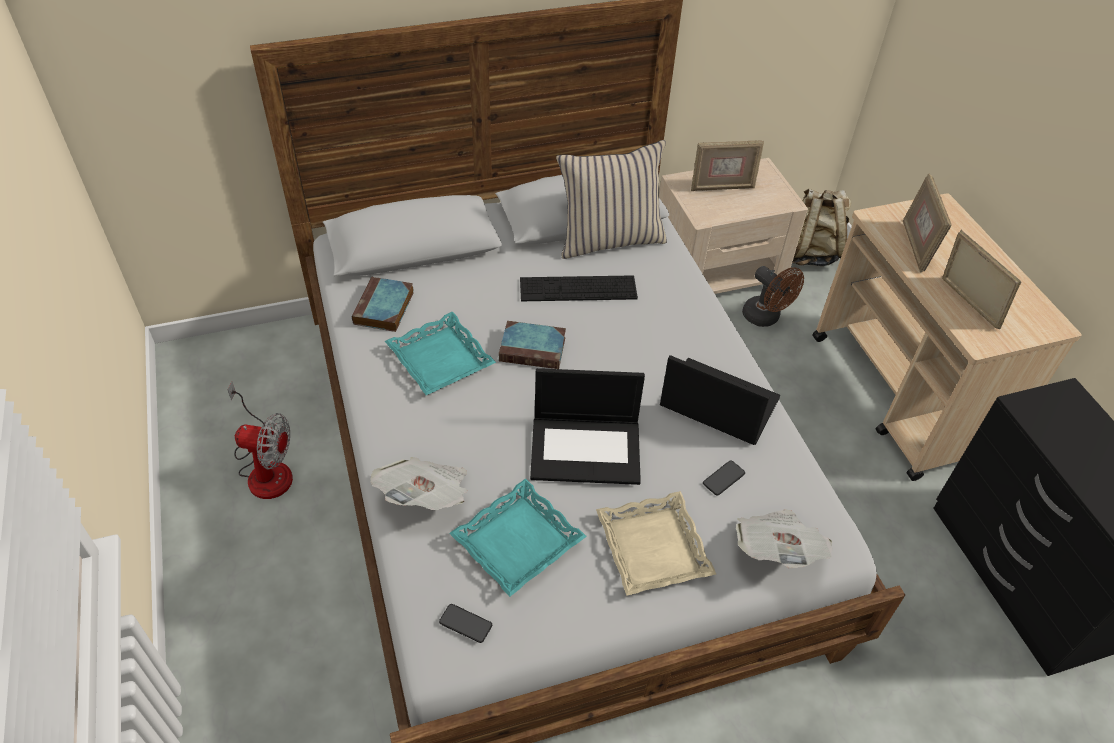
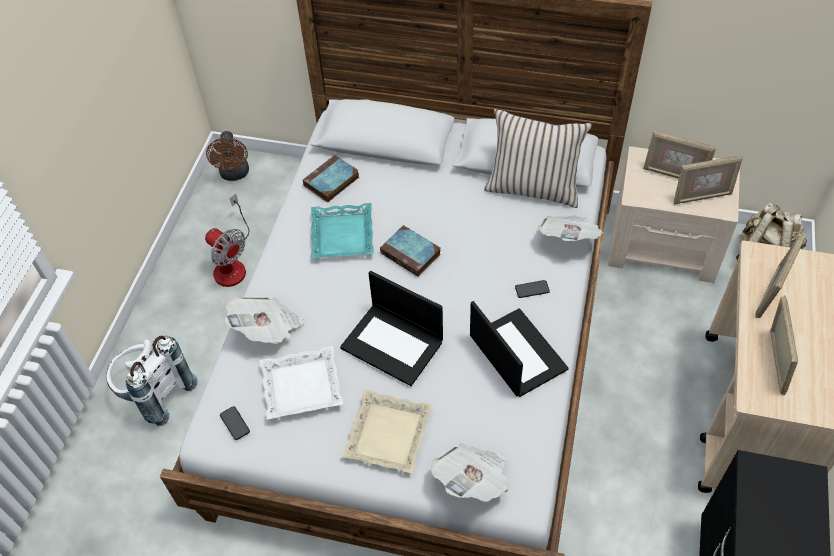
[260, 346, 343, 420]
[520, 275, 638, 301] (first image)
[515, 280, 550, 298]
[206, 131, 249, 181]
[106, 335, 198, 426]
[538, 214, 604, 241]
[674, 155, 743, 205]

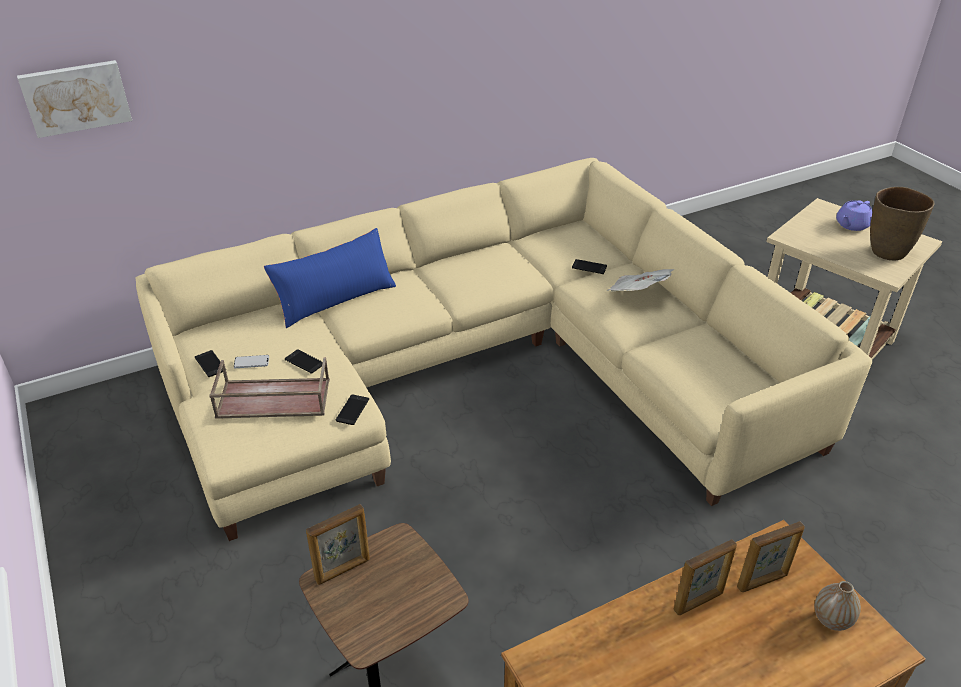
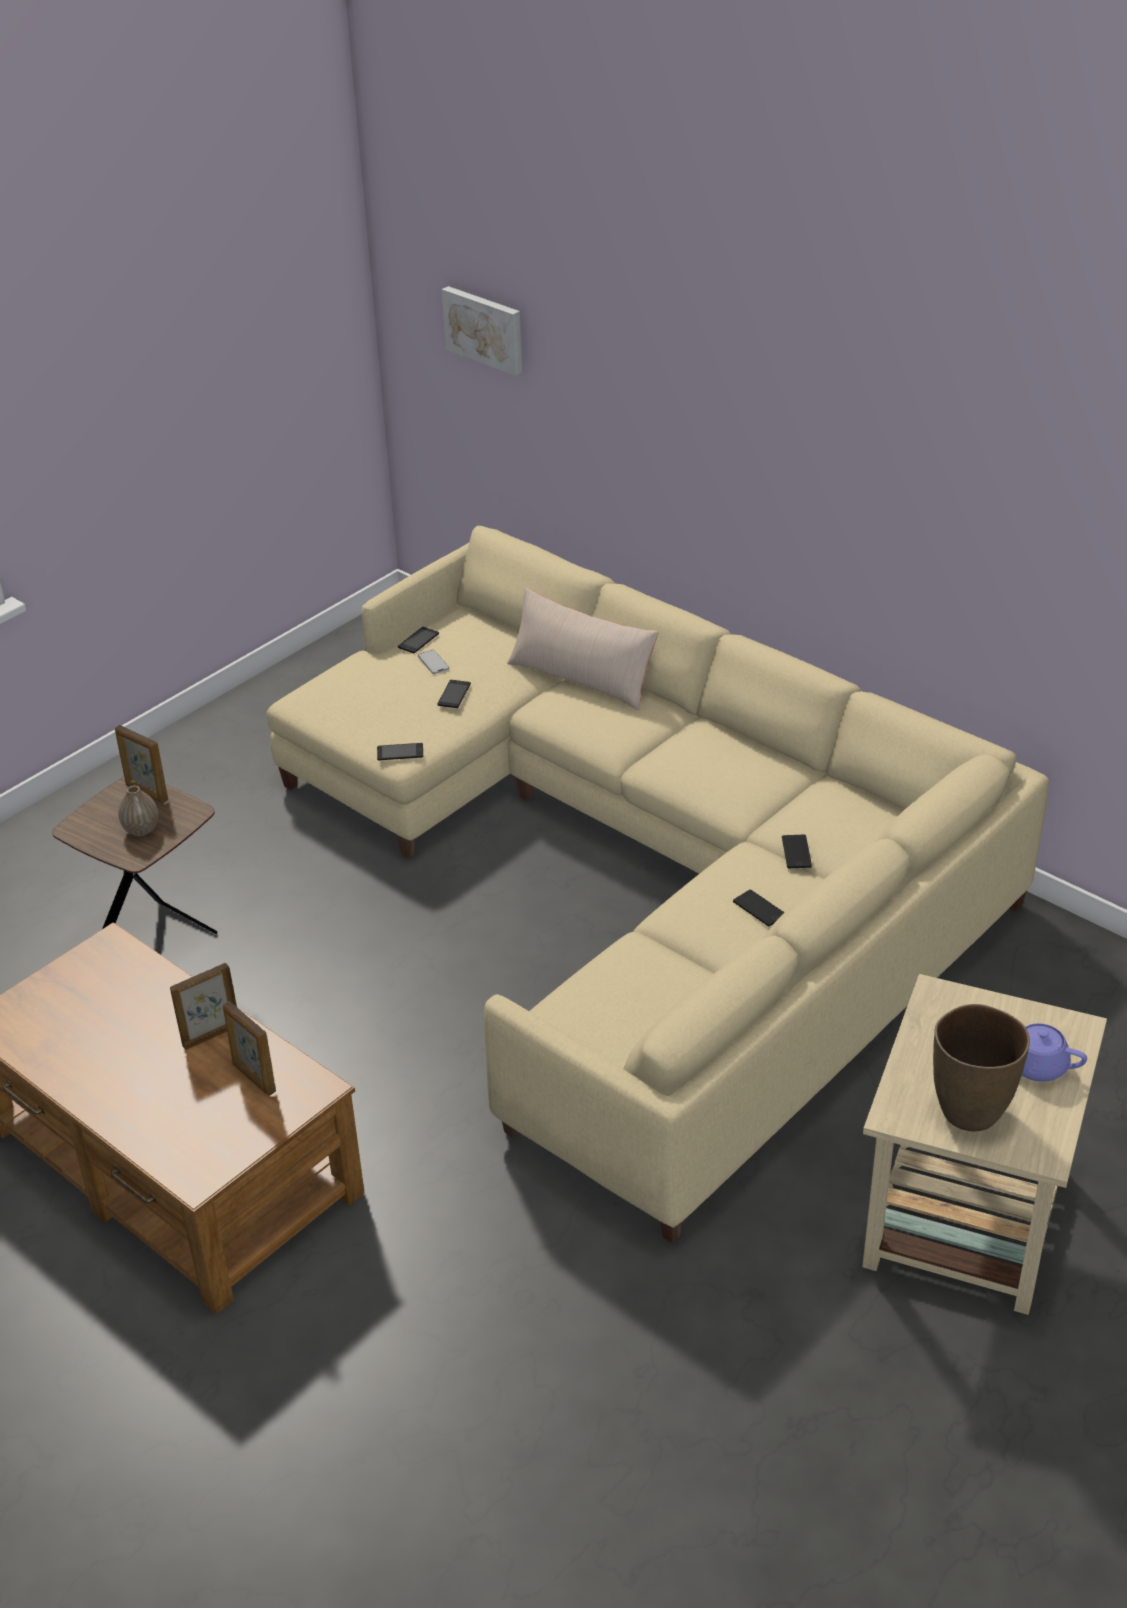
[209, 357, 330, 419] (first image)
[508, 588, 659, 710]
[733, 890, 785, 927]
[170, 963, 237, 1050]
[118, 786, 158, 836]

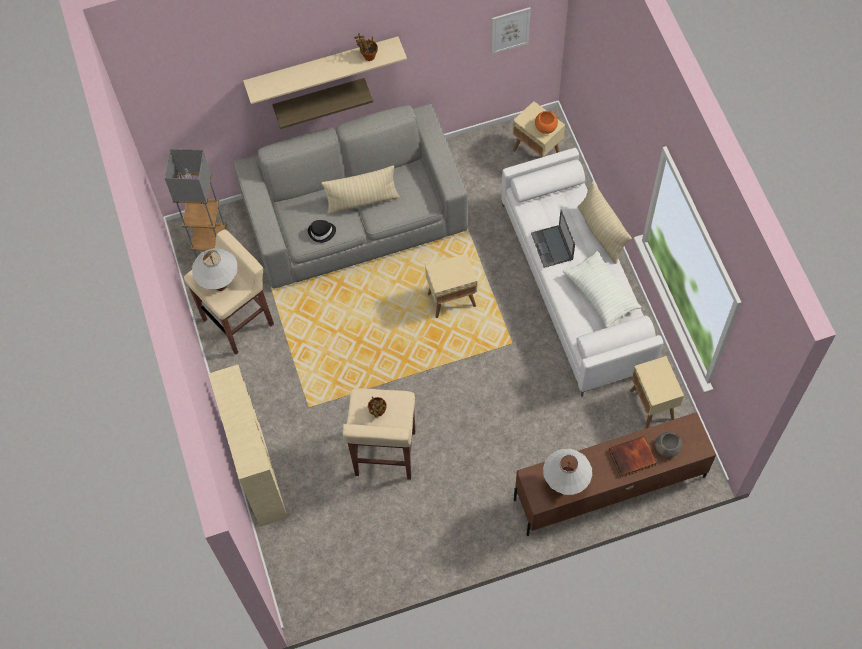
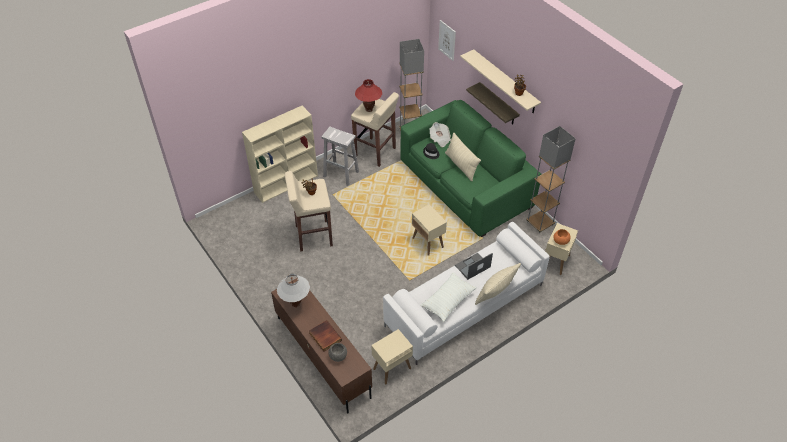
[355, 79, 382, 112]
[400, 100, 541, 237]
[438, 20, 456, 61]
[321, 127, 359, 186]
[429, 122, 451, 147]
[526, 126, 576, 233]

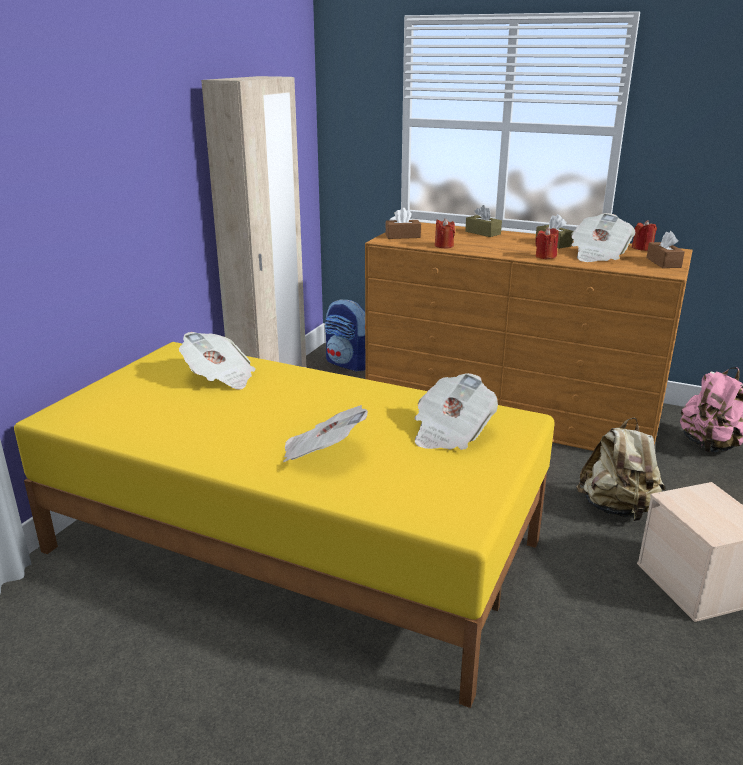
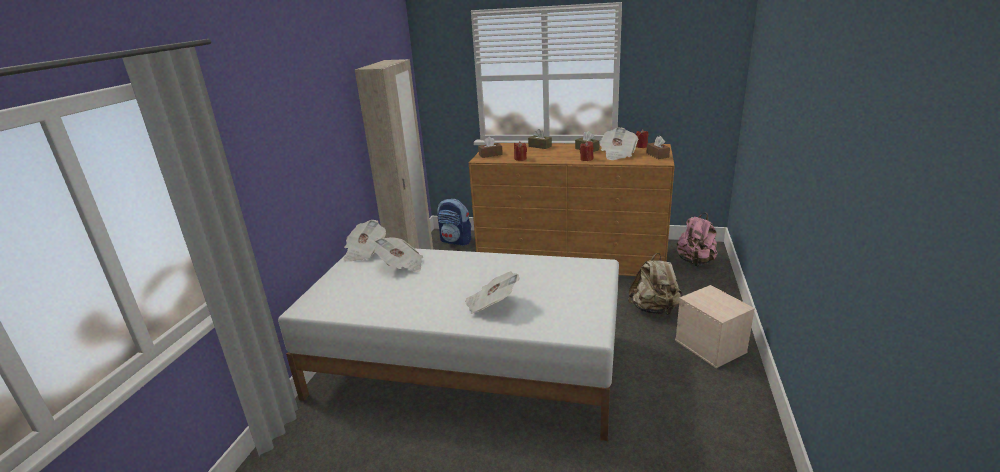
[278, 249, 619, 441]
[344, 220, 386, 262]

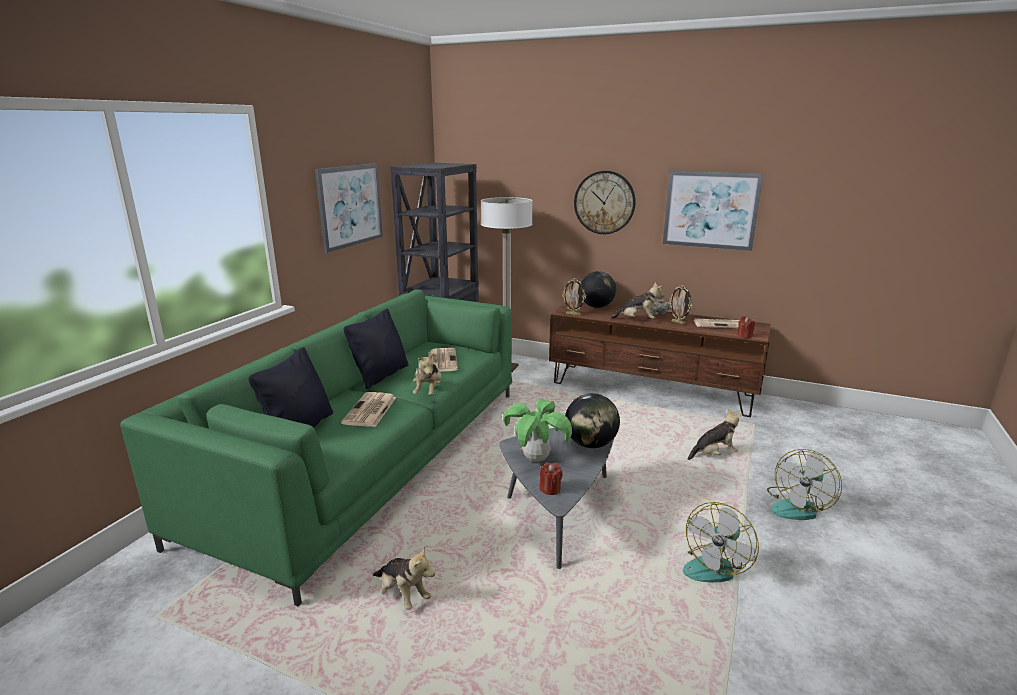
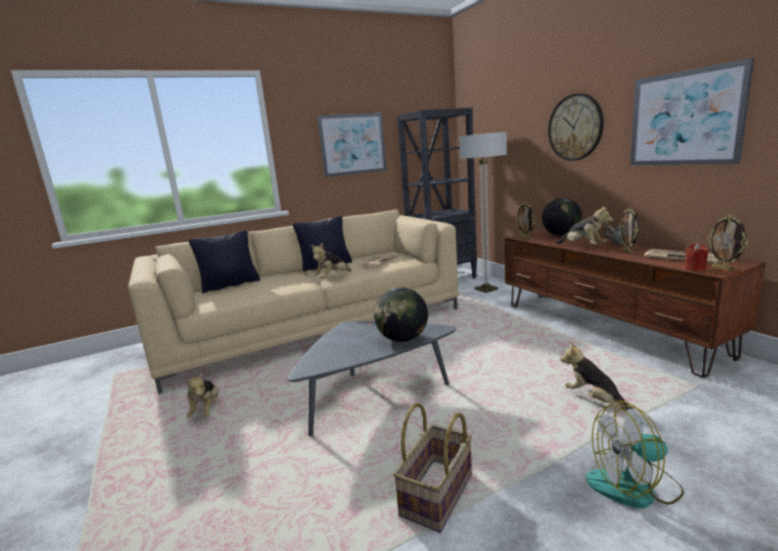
[128, 209, 459, 394]
[341, 392, 396, 427] (first image)
[503, 399, 572, 462] (first image)
[539, 463, 563, 495] (first image)
[393, 403, 472, 533]
[560, 342, 635, 411]
[708, 215, 748, 271]

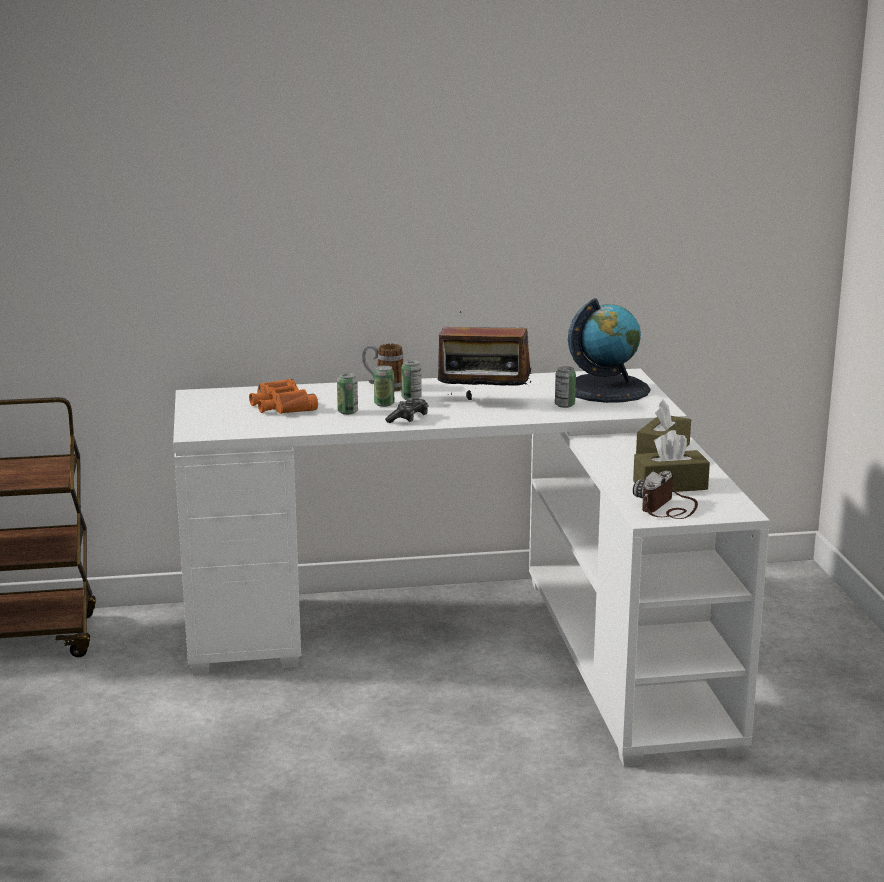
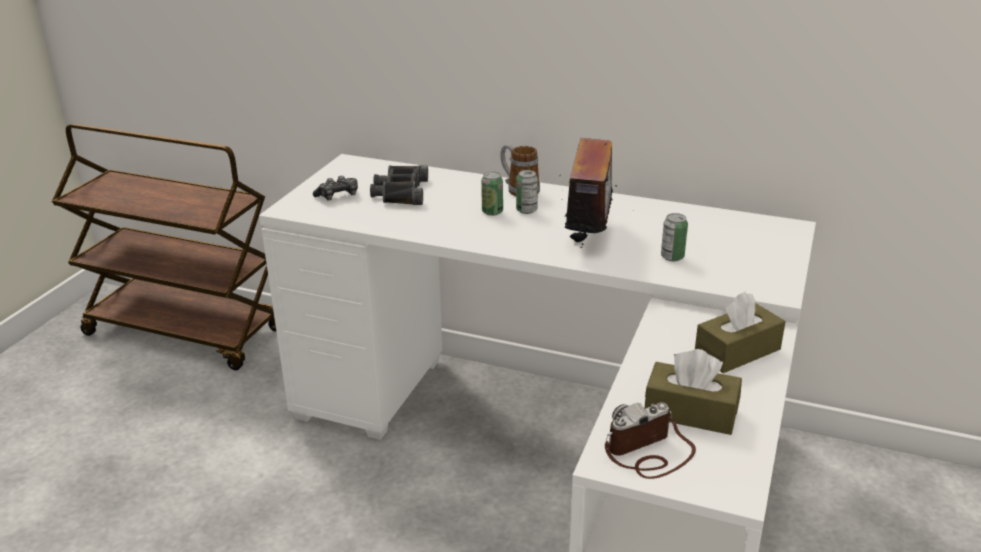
[370, 165, 428, 205]
[337, 373, 358, 415] (first image)
[313, 176, 358, 200]
[559, 138, 634, 248]
[568, 298, 650, 403] (first image)

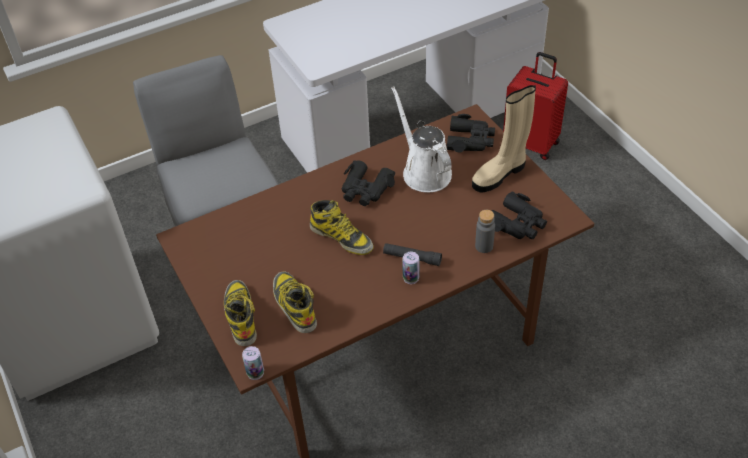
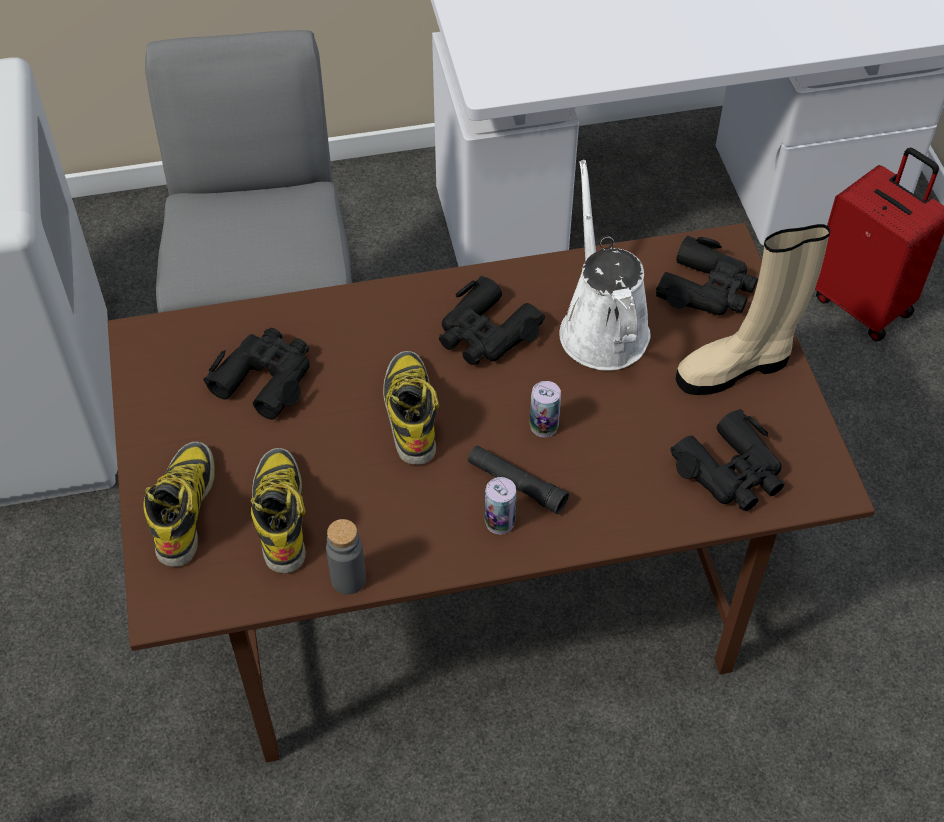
[530, 381, 561, 437]
[383, 351, 439, 465]
[326, 519, 366, 595]
[203, 328, 310, 420]

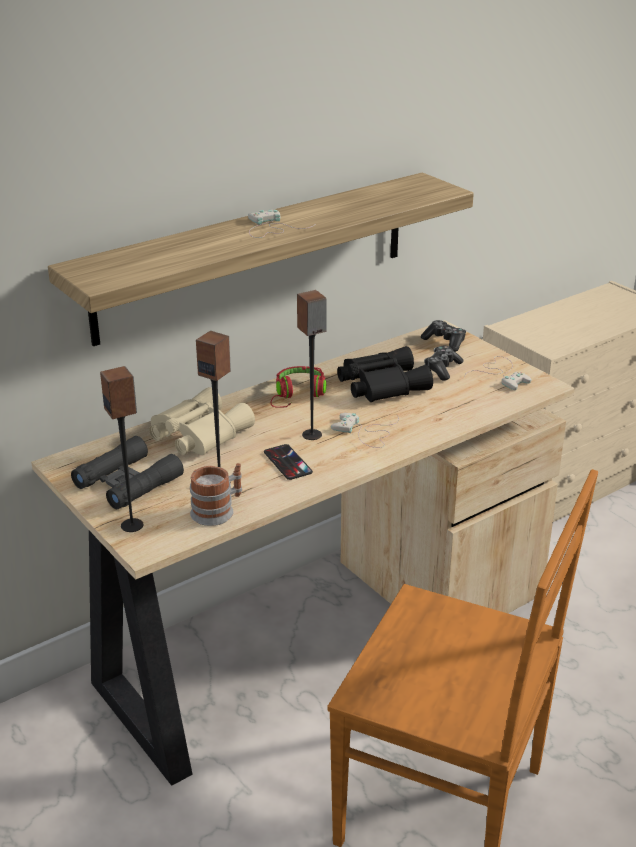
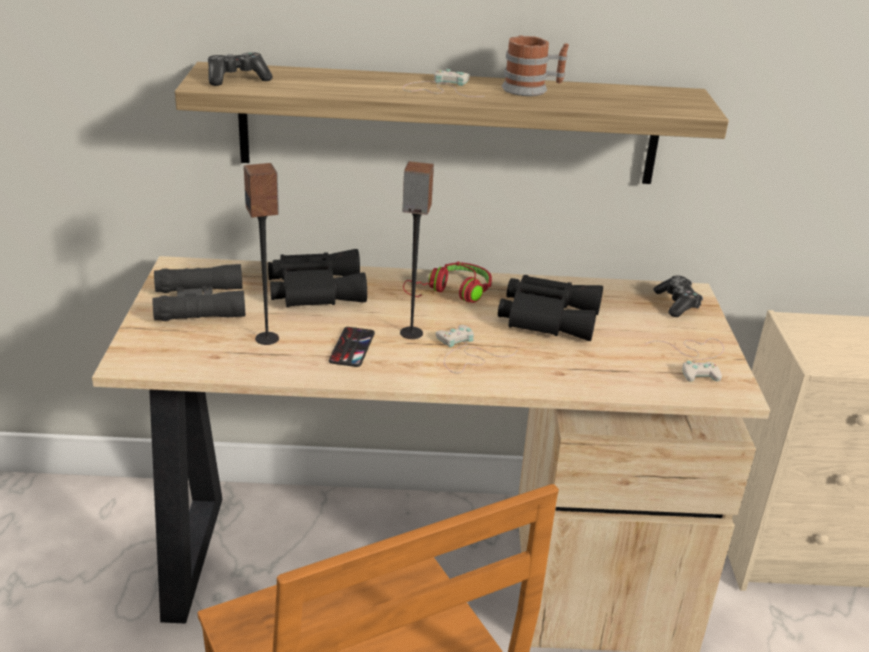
[100, 366, 143, 532] (first image)
[268, 249, 367, 307]
[502, 35, 569, 96]
[208, 52, 273, 86]

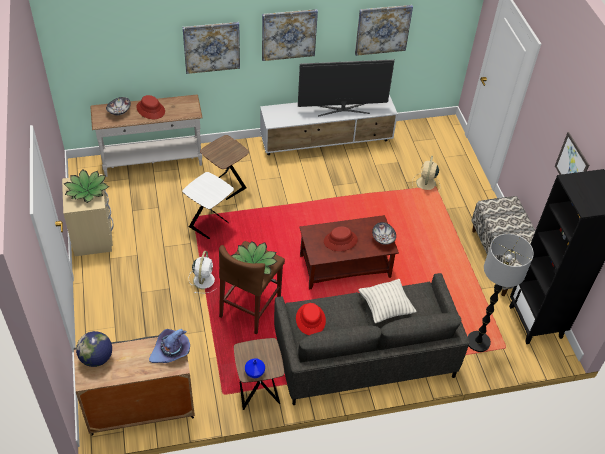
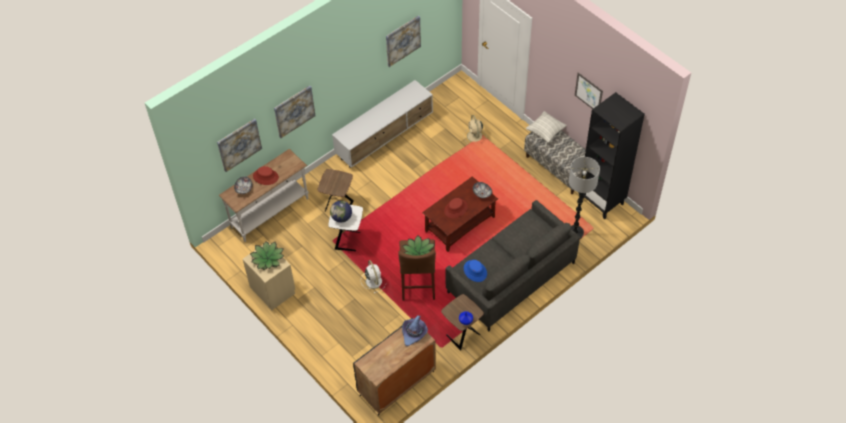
[330, 201, 352, 222]
[217, 118, 262, 172]
[464, 260, 487, 282]
[298, 60, 395, 116] (first image)
[526, 111, 567, 143]

